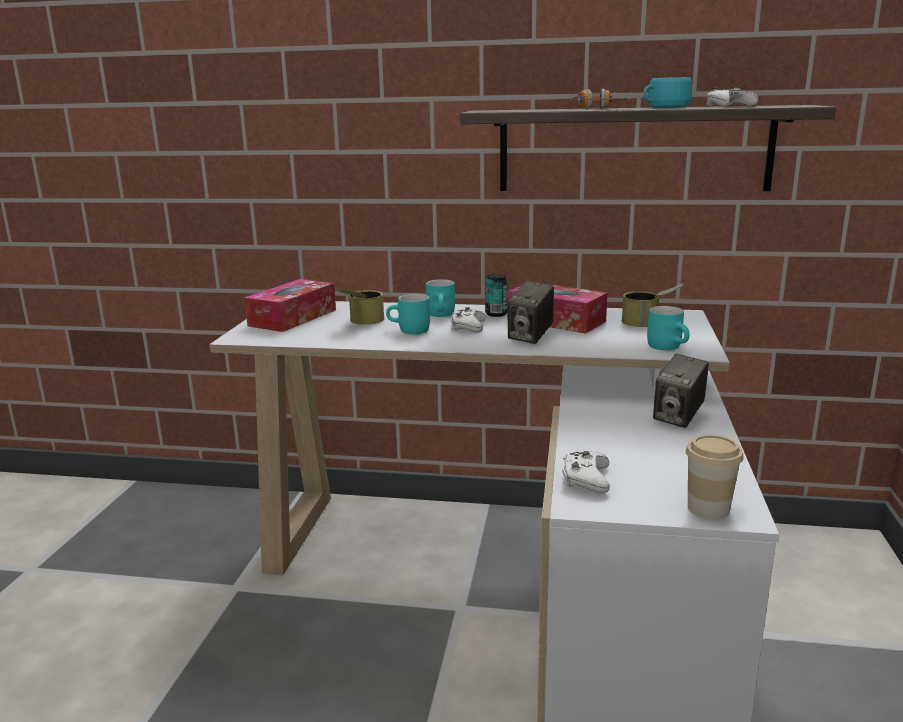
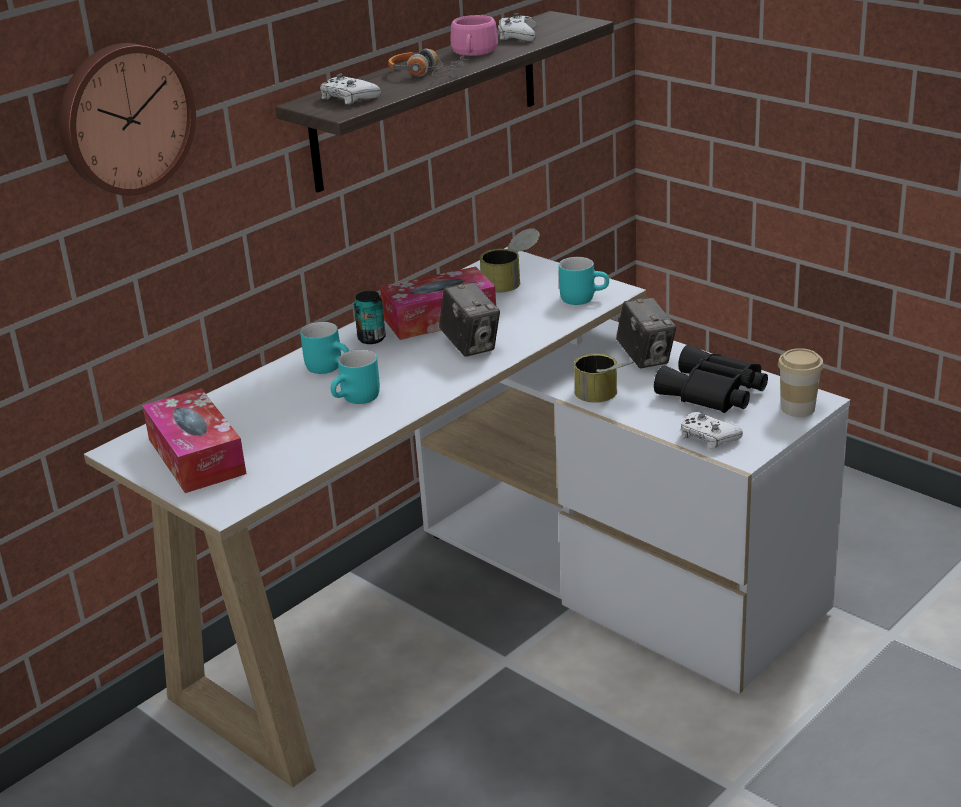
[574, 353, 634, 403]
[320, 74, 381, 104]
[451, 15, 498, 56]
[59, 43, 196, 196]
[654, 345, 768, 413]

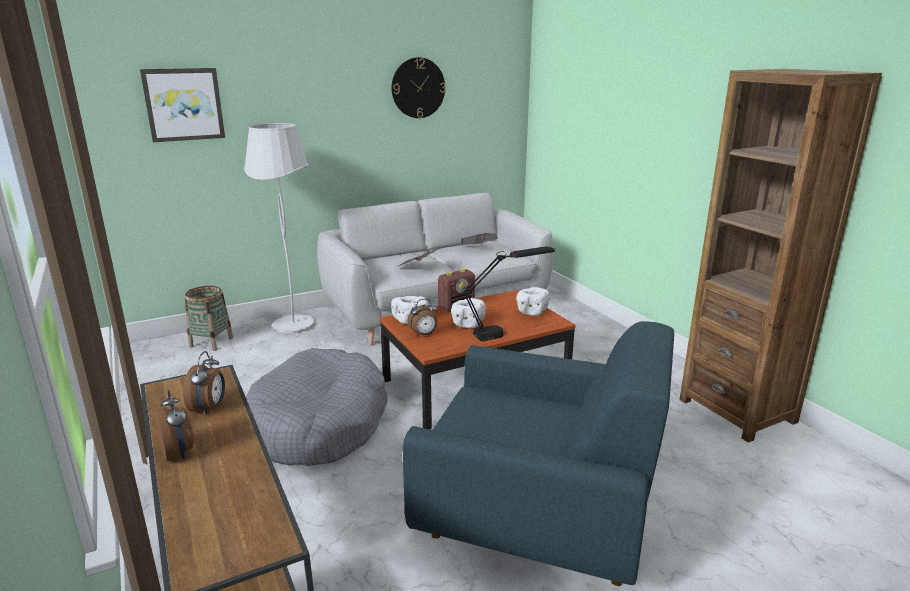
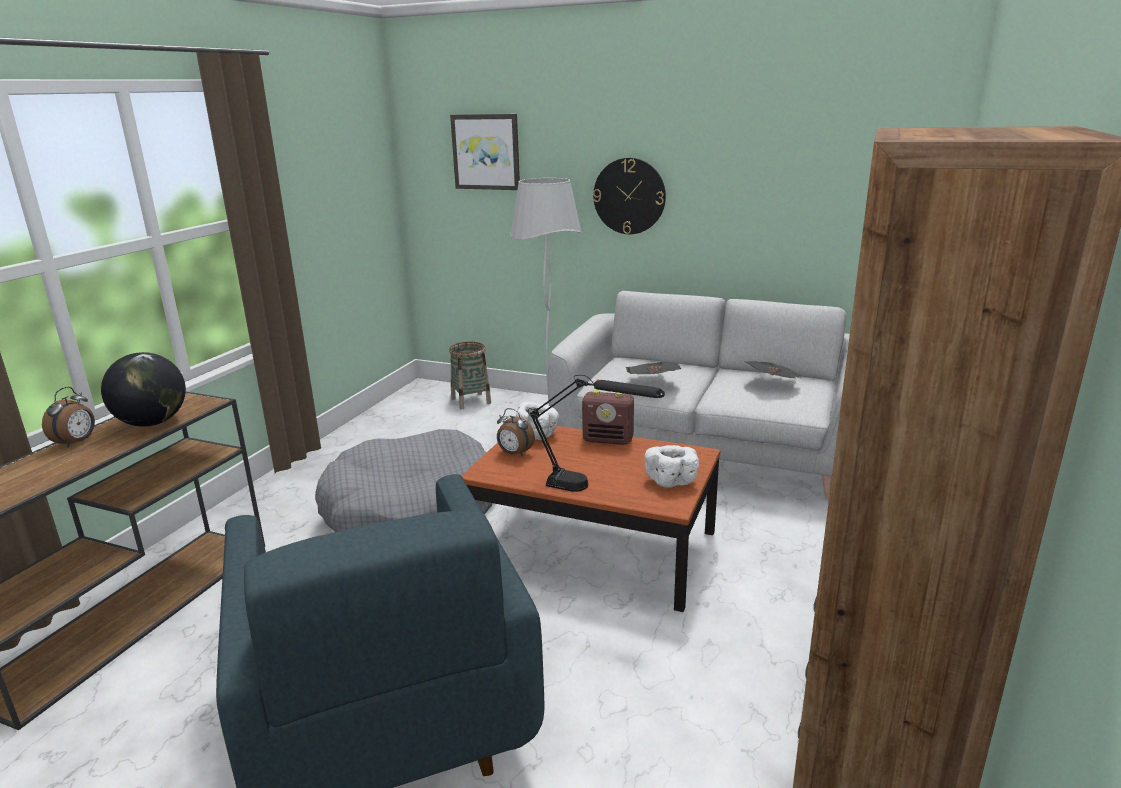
[101, 352, 186, 427]
[593, 158, 666, 234]
[451, 298, 486, 329] (first image)

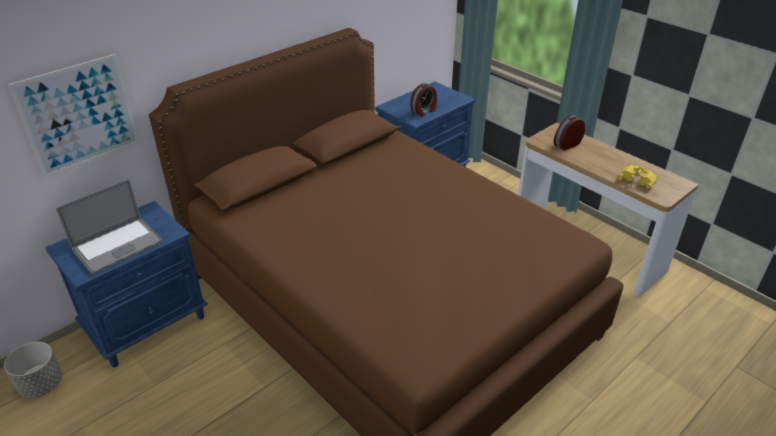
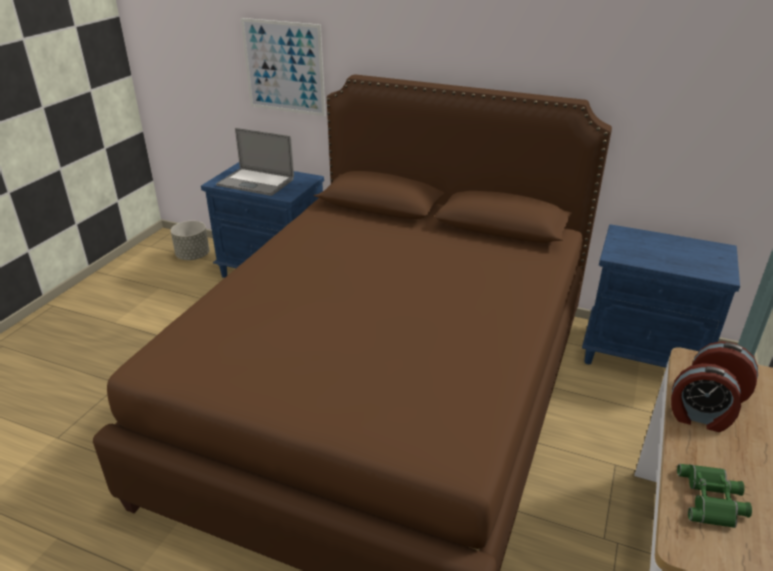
[671, 363, 741, 432]
[677, 464, 752, 528]

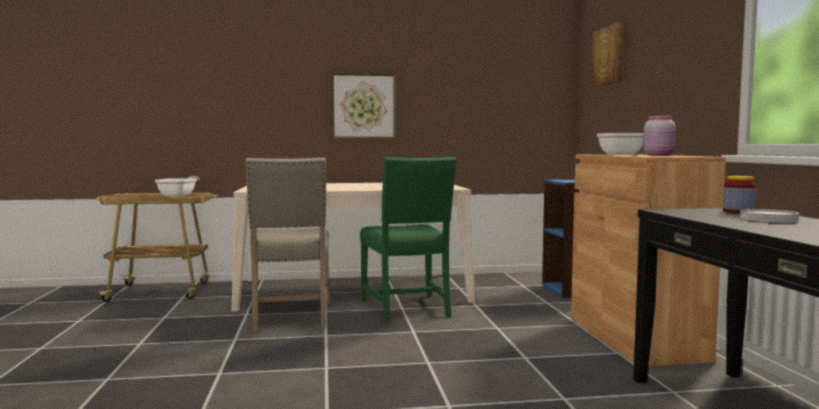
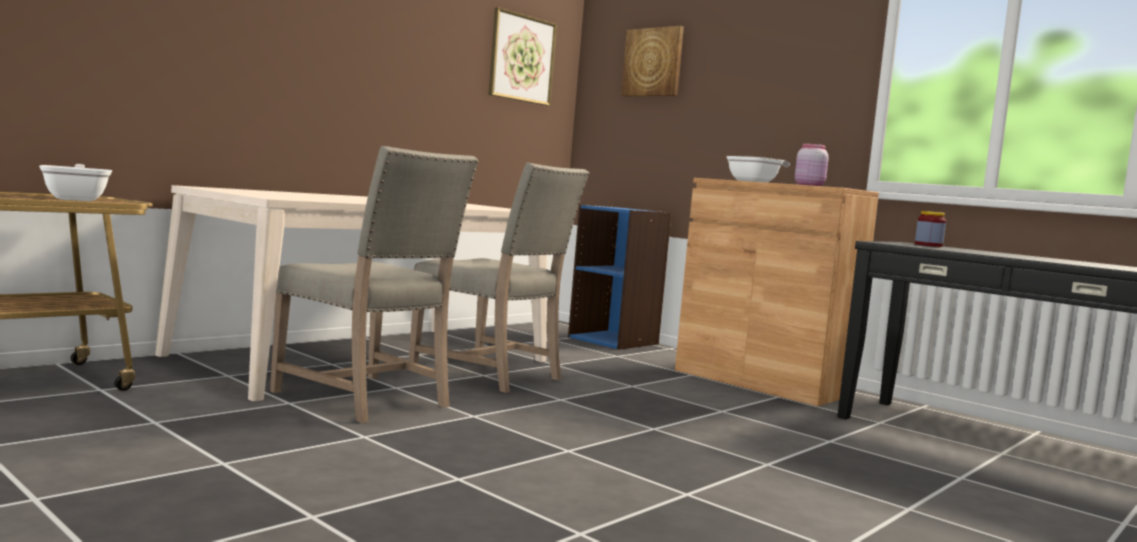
[489, 7, 557, 106]
[409, 163, 590, 393]
[740, 209, 799, 223] (first image)

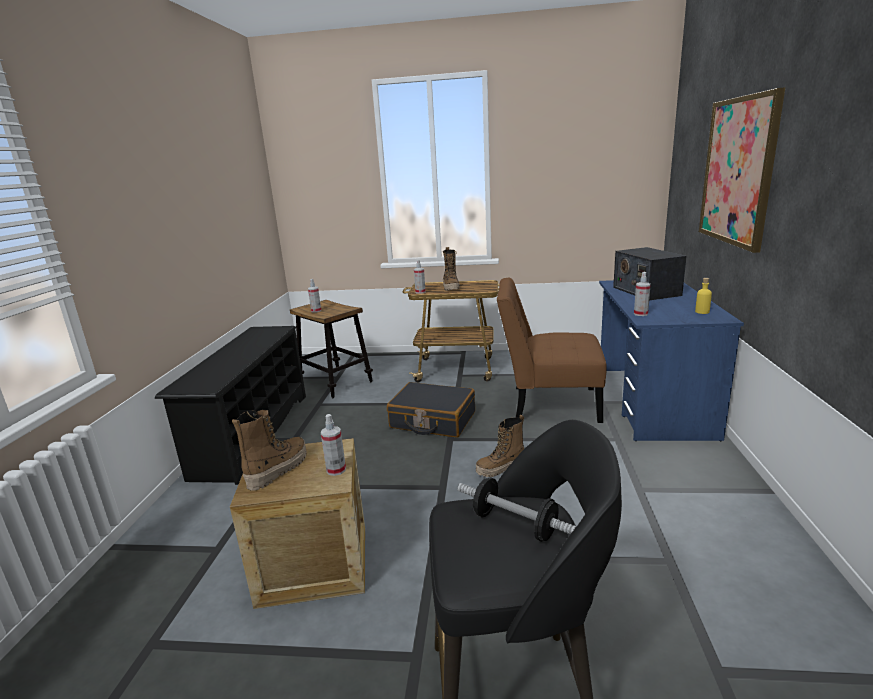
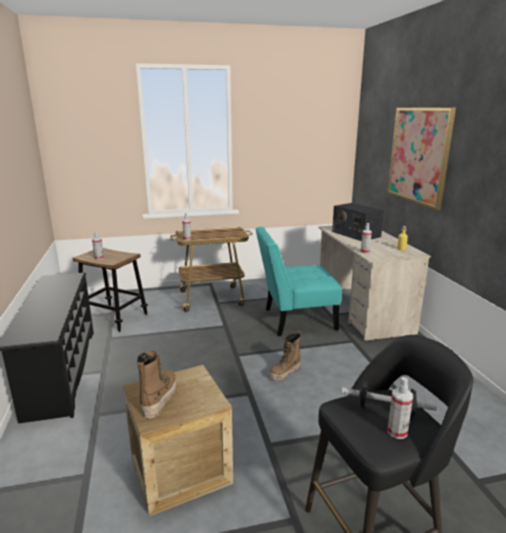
[388, 377, 413, 439]
[387, 382, 475, 438] (first image)
[443, 247, 460, 291] (first image)
[256, 227, 342, 336]
[318, 226, 431, 341]

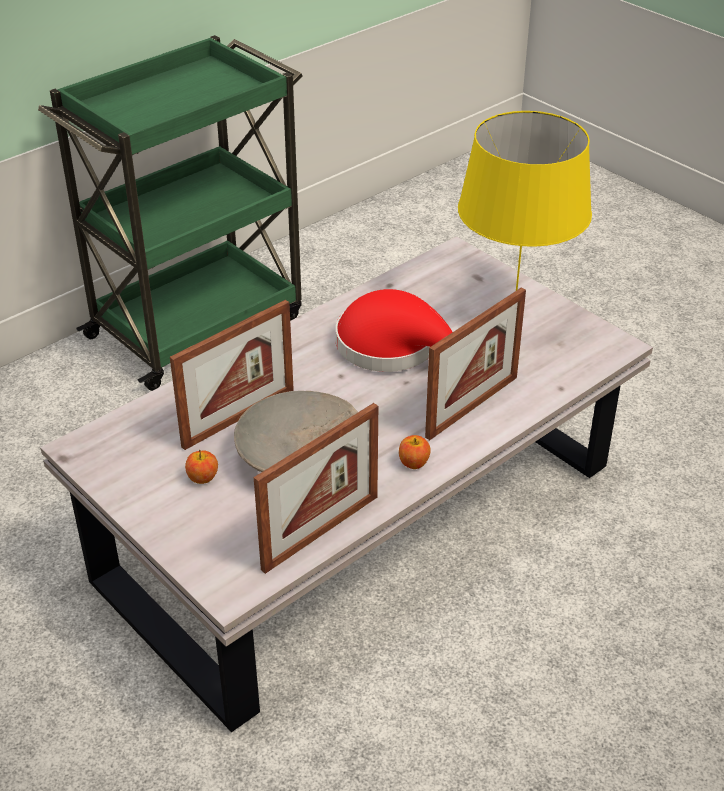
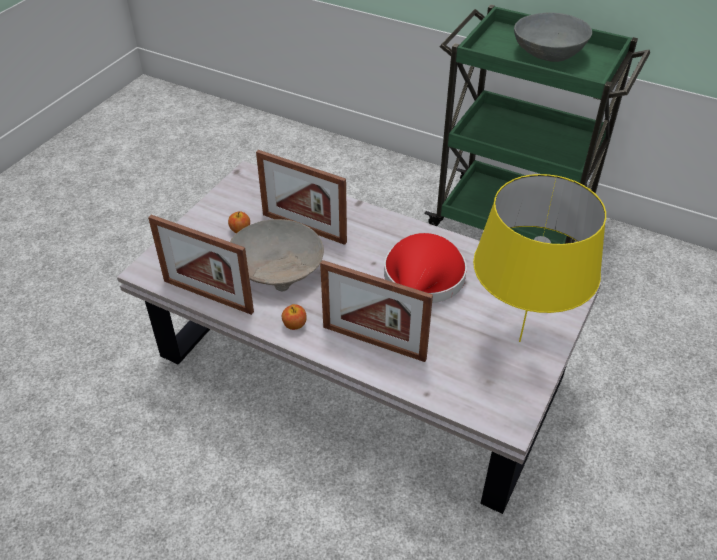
[514, 13, 592, 62]

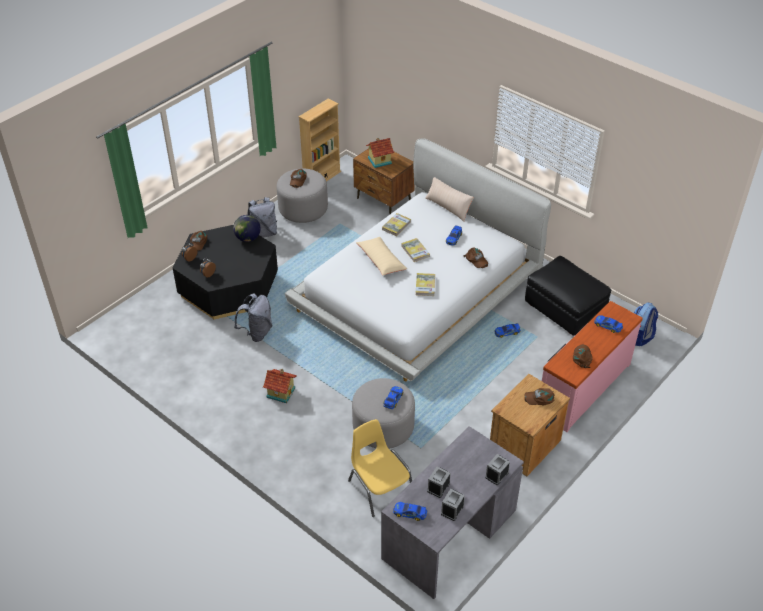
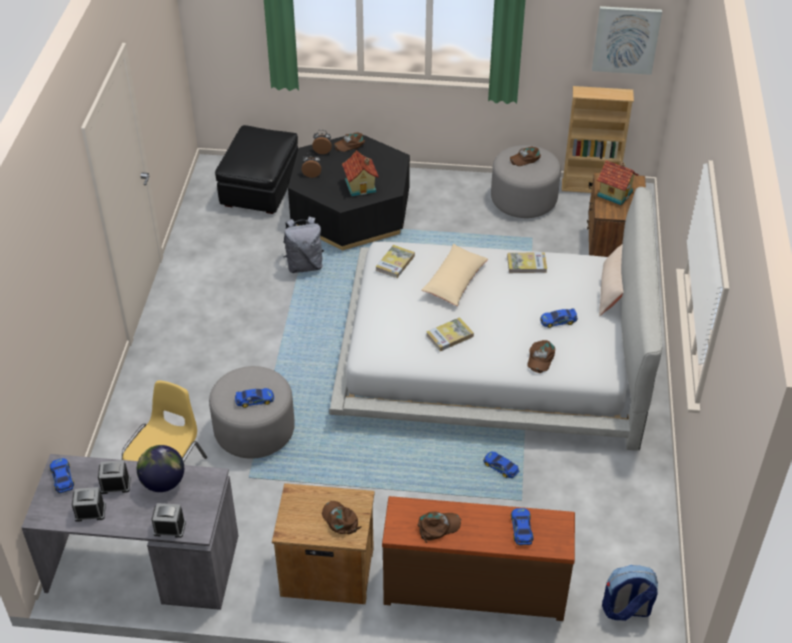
[137, 445, 184, 492]
[247, 197, 277, 238] (first image)
[342, 150, 379, 196]
[376, 245, 415, 278]
[215, 125, 298, 214]
[382, 496, 575, 621]
[592, 6, 662, 75]

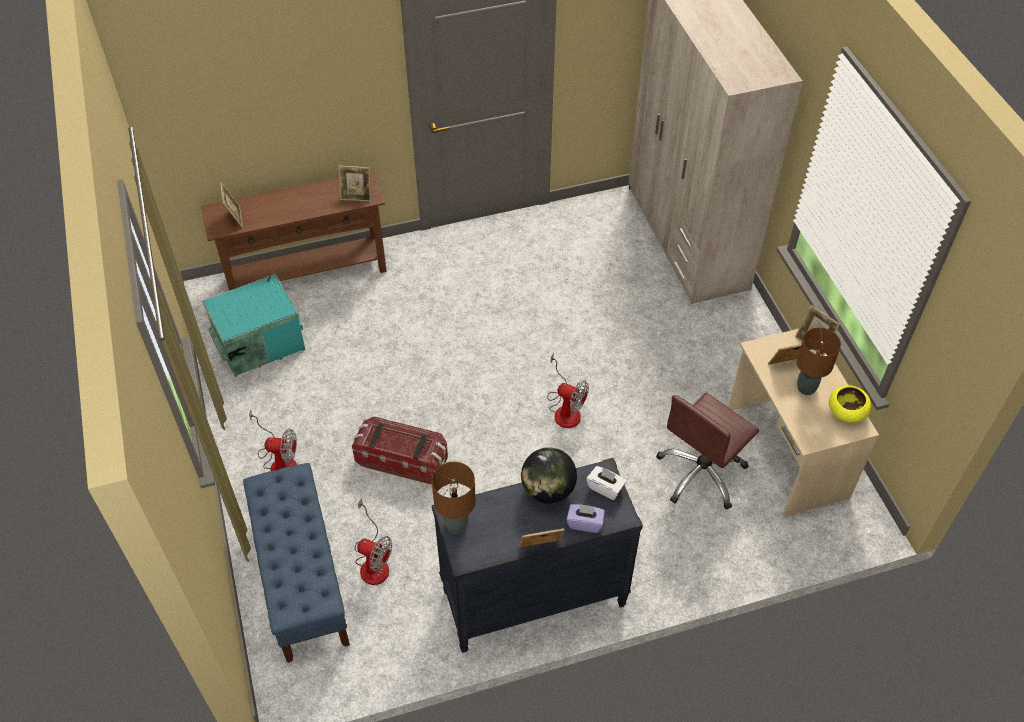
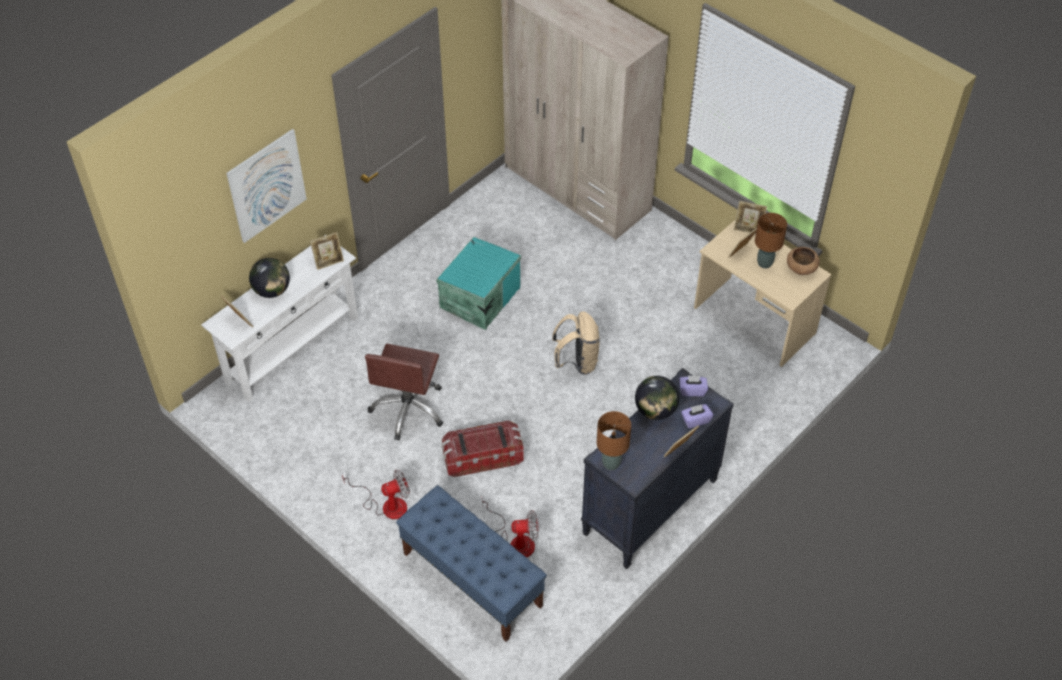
[201, 235, 358, 402]
[436, 237, 521, 330]
[552, 311, 600, 375]
[679, 375, 708, 396]
[365, 343, 443, 440]
[787, 247, 820, 275]
[226, 129, 307, 243]
[249, 258, 290, 298]

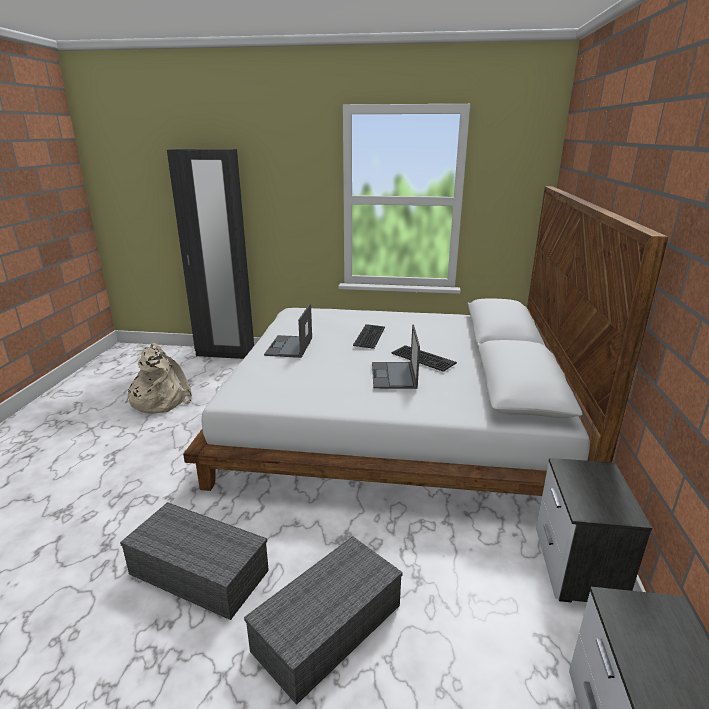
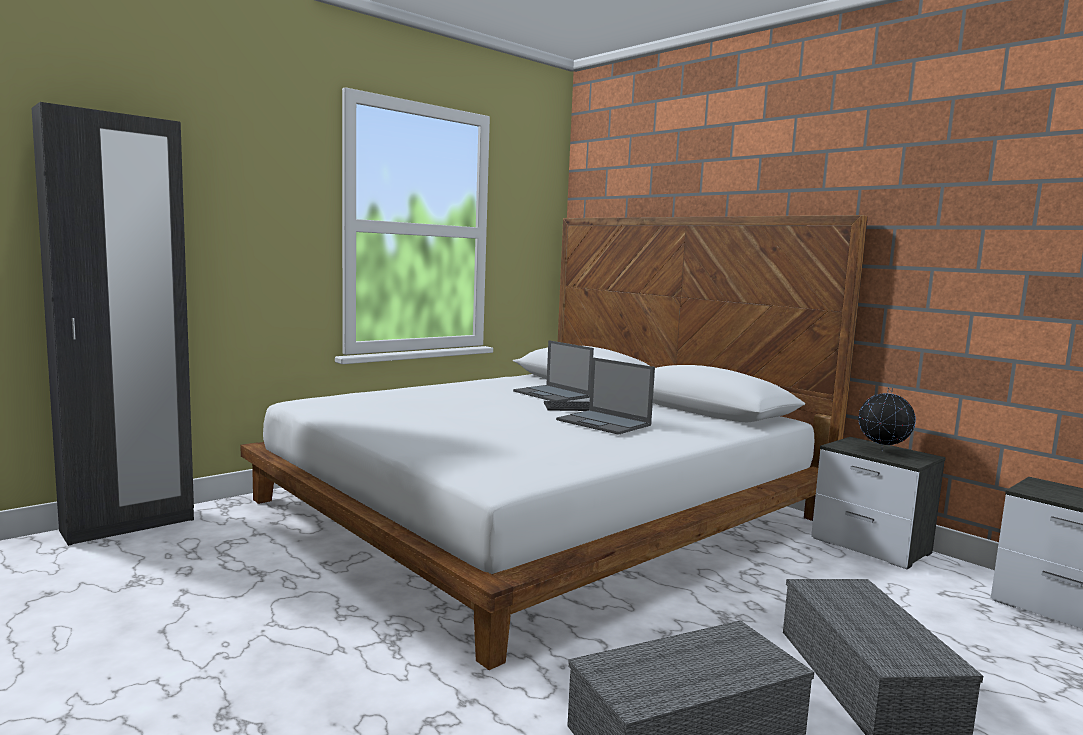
[125, 343, 192, 413] (first image)
[513, 340, 594, 401]
[353, 324, 385, 349] (first image)
[858, 388, 916, 451]

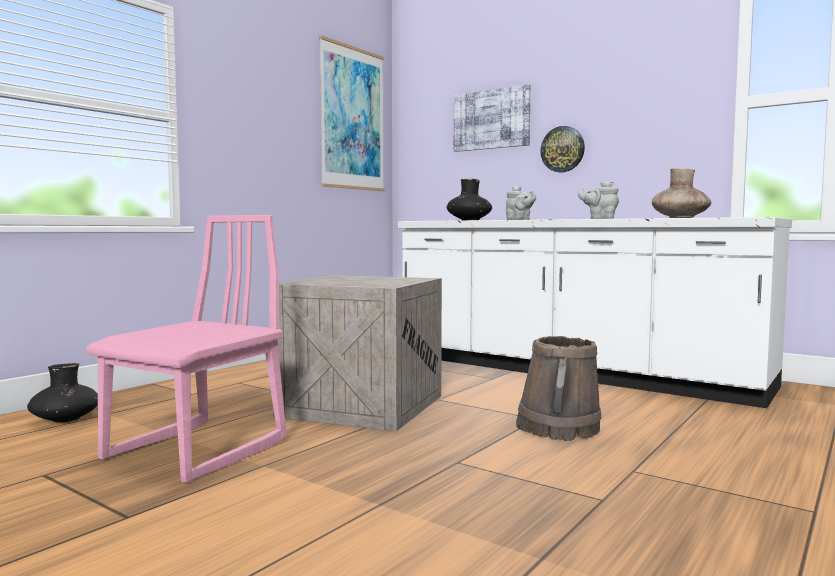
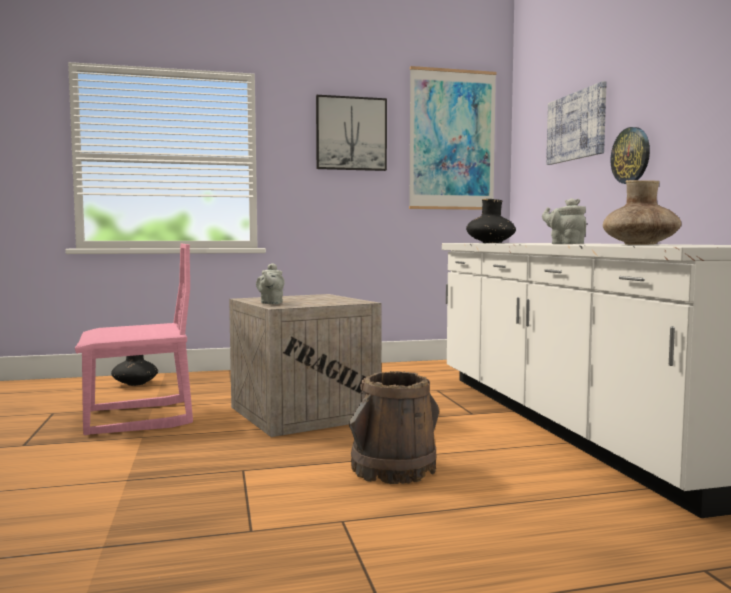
[256, 263, 284, 305]
[316, 95, 387, 171]

